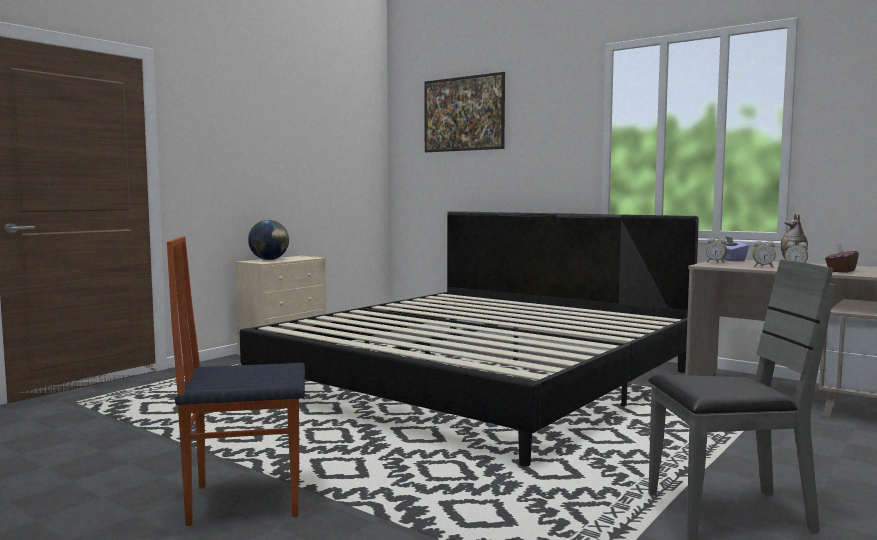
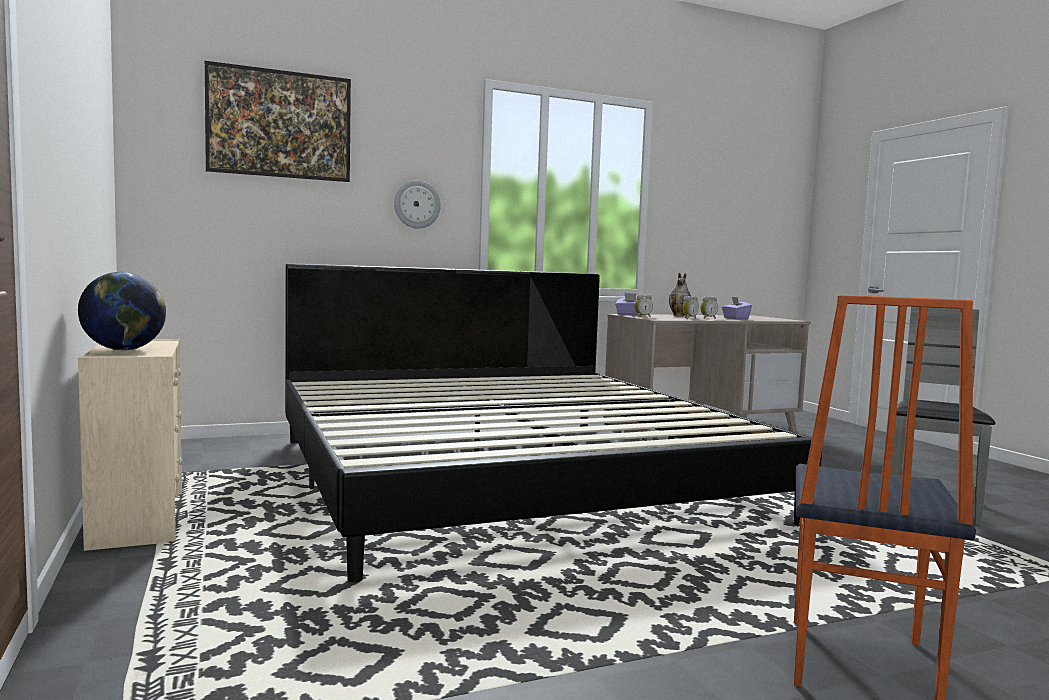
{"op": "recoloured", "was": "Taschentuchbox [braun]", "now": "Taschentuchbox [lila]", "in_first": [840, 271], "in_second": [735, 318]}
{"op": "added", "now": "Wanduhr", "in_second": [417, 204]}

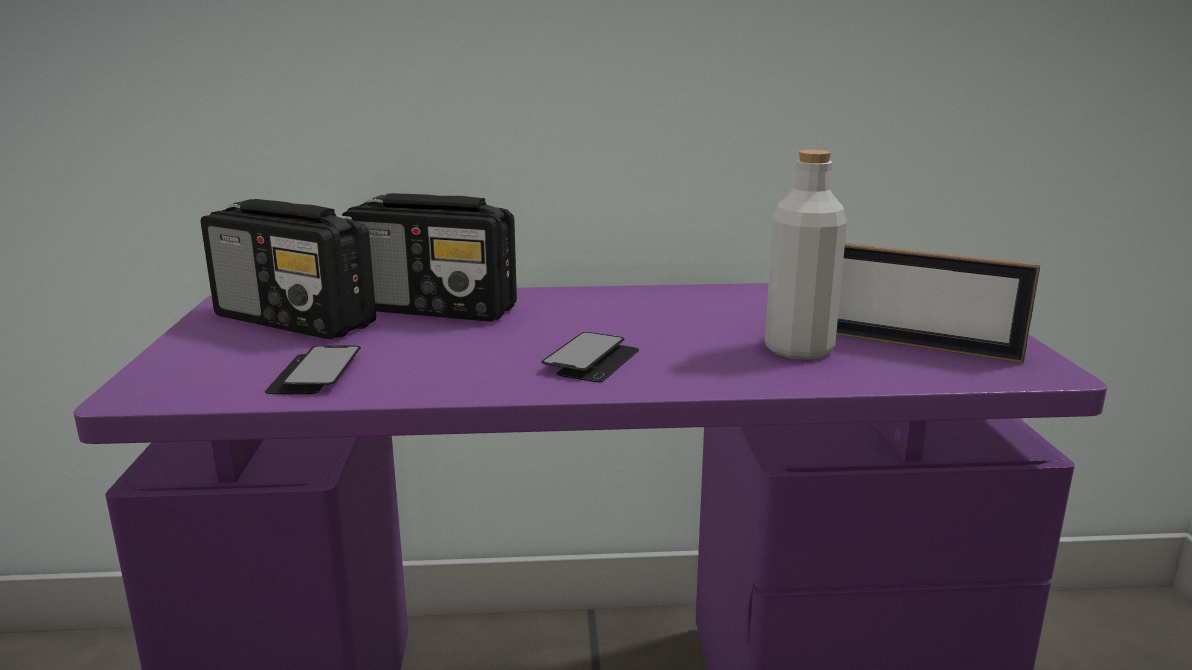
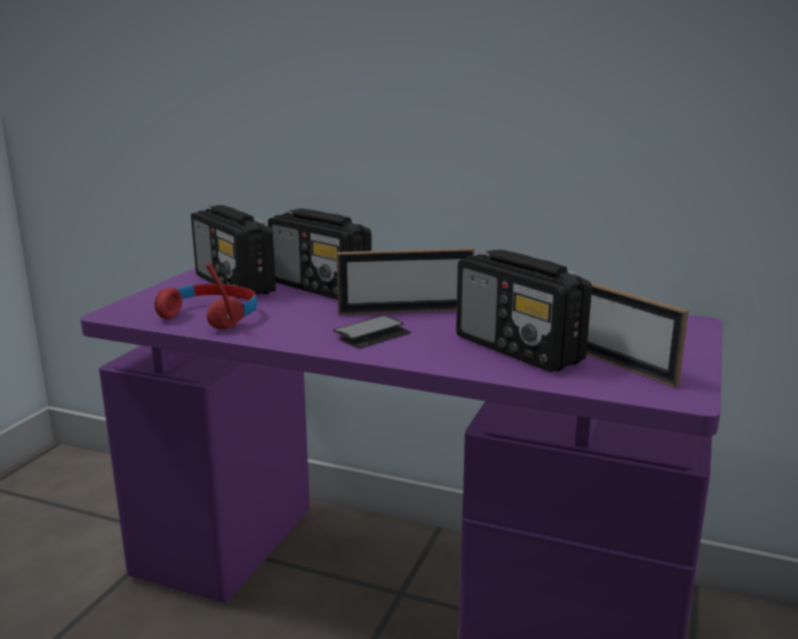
{"op": "replaced", "was": "Flasche [grau]", "now": "Radio", "in_first": [798, 349], "in_second": [519, 350]}
{"op": "replaced", "was": "Handy", "now": "Kopfhörer [rot]", "in_first": [315, 373], "in_second": [211, 316]}
{"op": "added", "now": "Bilderrahmen", "in_second": [405, 311]}

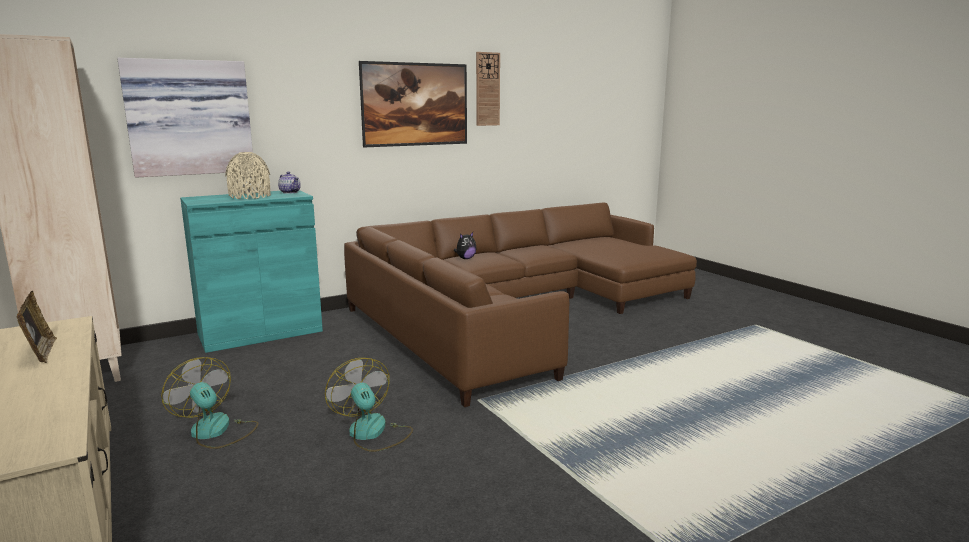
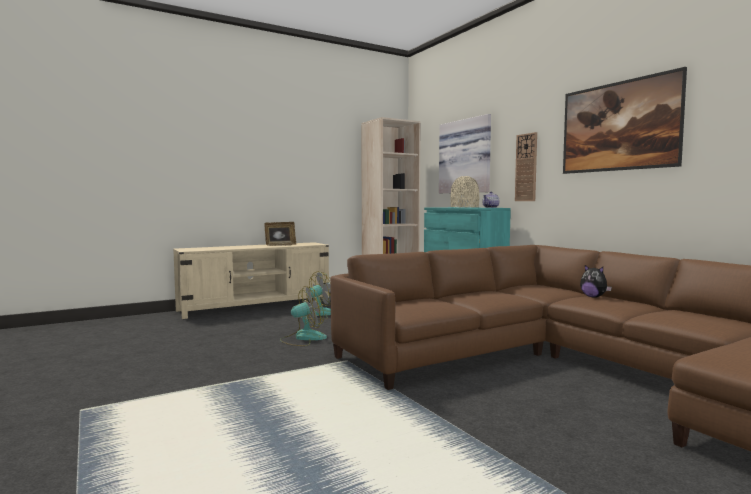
{"op": "moved", "was": "Wanduhr", "in_first": [487, 89], "in_second": [526, 167]}

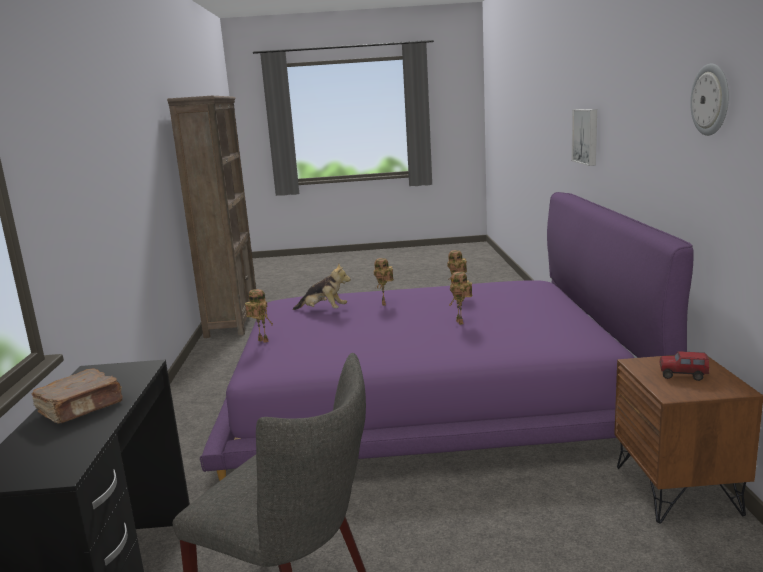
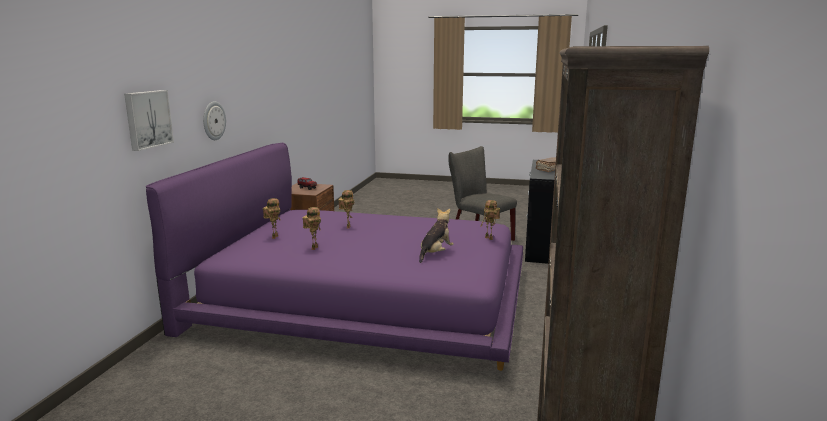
{"op": "moved", "was": "Wanduhr", "in_first": [711, 99], "in_second": [213, 120]}
{"op": "moved", "was": "Spielzeugroboter", "in_first": [385, 304], "in_second": [274, 237]}
{"op": "turned", "was": "Plüschtier", "in_first": [323, 310], "in_second": [435, 253], "clockwise": 90}

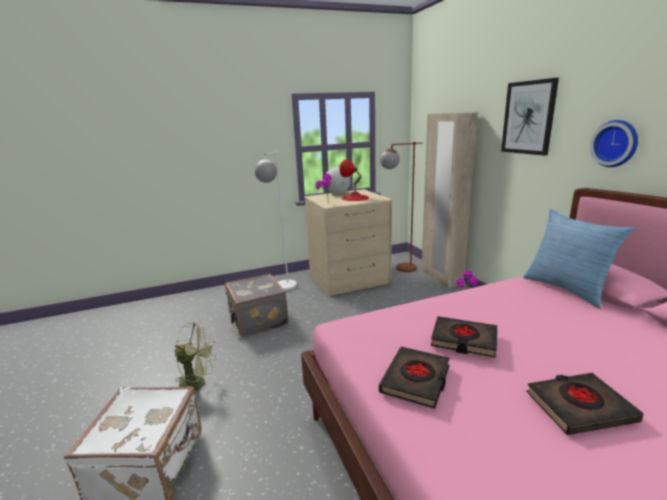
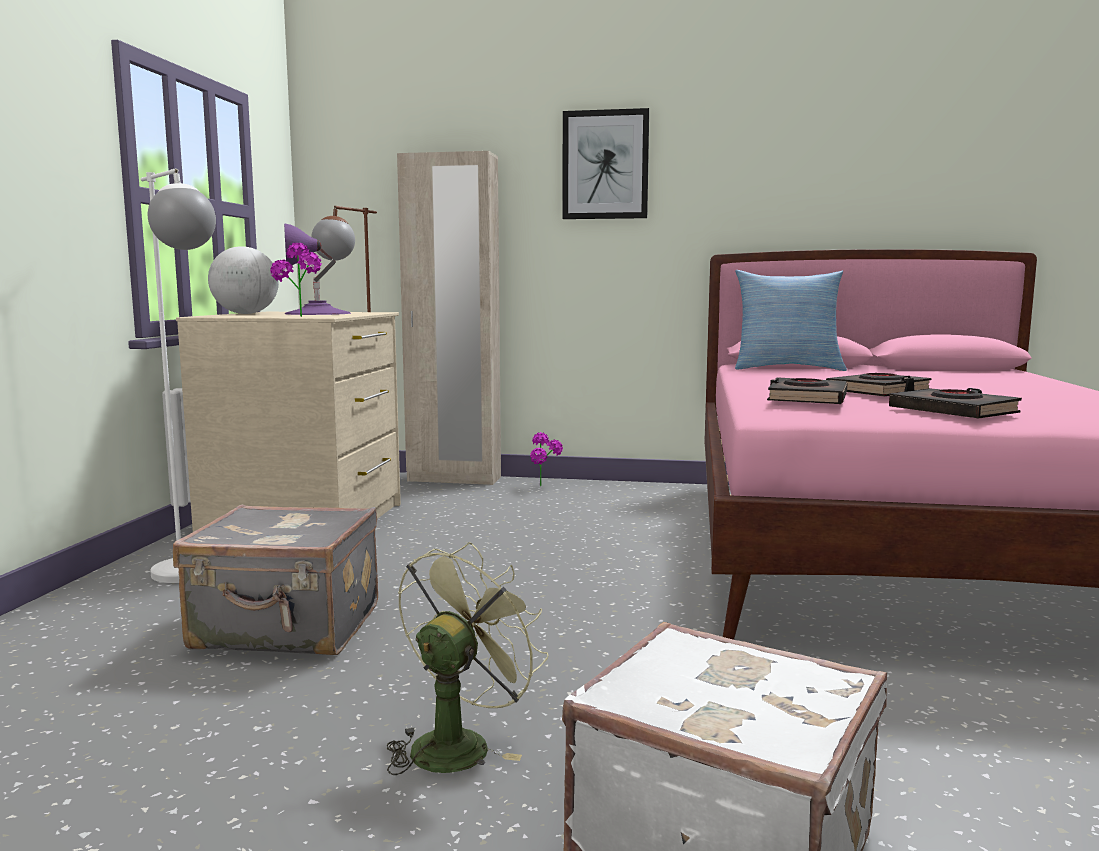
{"op": "removed", "was": "Wanduhr", "in_first": [616, 143]}
{"op": "recoloured", "was": "Tischlampe [rot]", "now": "Tischlampe [lila]", "in_first": [355, 198], "in_second": [317, 313]}
{"op": "moved", "was": "Buch [schwarz]", "in_first": [579, 407], "in_second": [807, 399]}

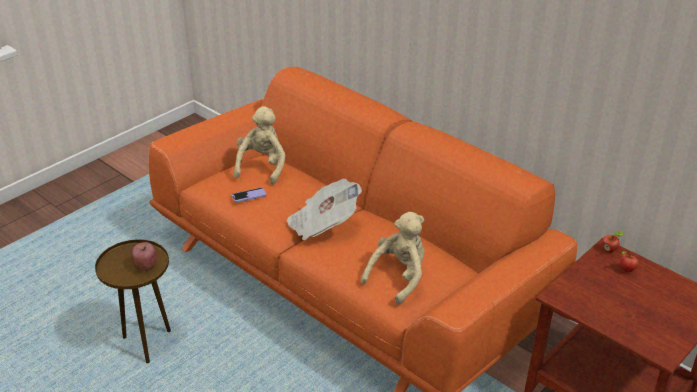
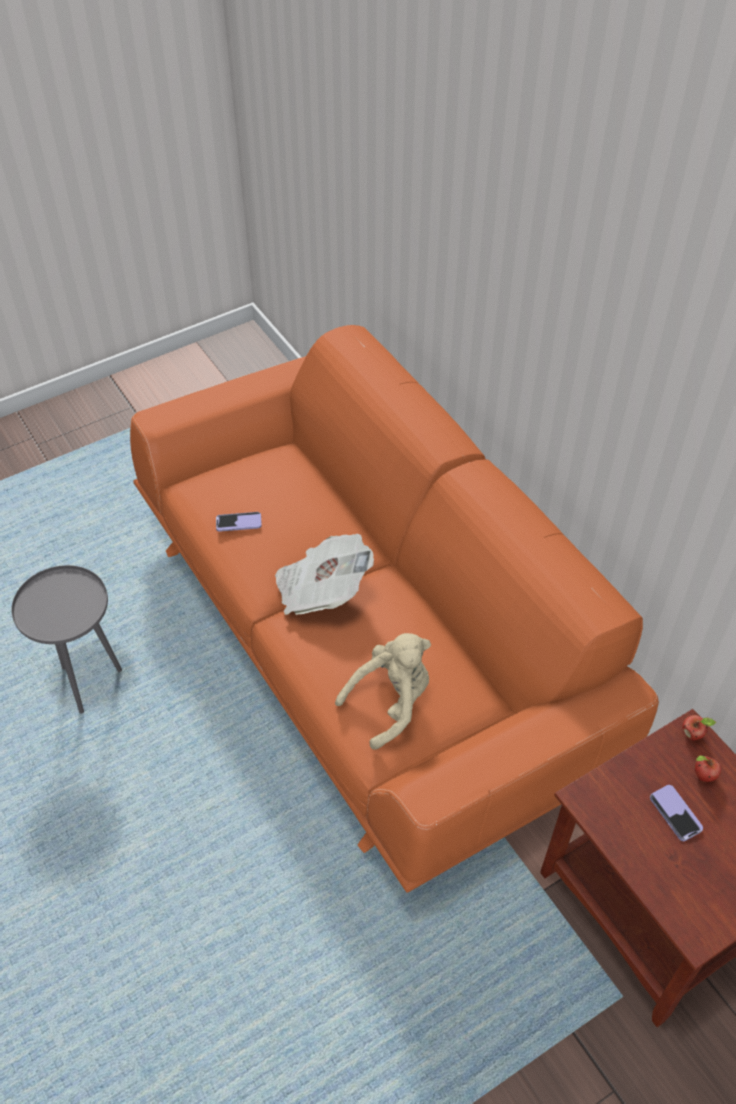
{"op": "removed", "was": "Plüschtier [beige]", "in_first": [262, 166]}
{"op": "recoloured", "was": "Beistelltisch [braun]", "now": "Beistelltisch [grau]", "in_first": [147, 344], "in_second": [89, 683]}
{"op": "removed", "was": "Apfel", "in_first": [145, 266]}
{"op": "added", "now": "Handy", "in_second": [675, 813]}

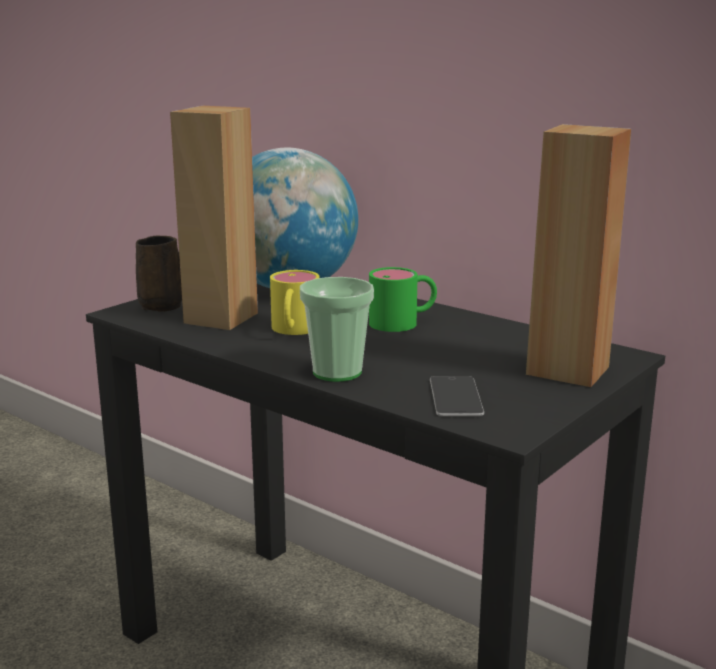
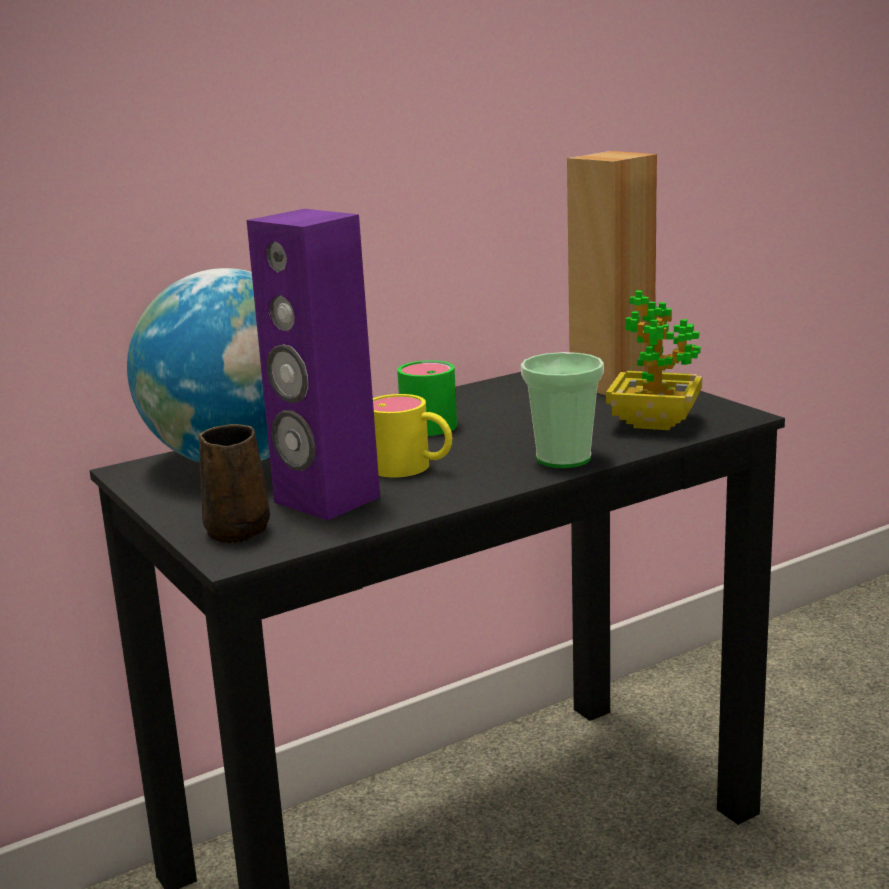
{"op": "recoloured", "was": "Lautsprecher [braun]", "now": "Lautsprecher [lila]", "in_first": [220, 318], "in_second": [326, 500]}
{"op": "replaced", "was": "Handy", "now": "Topfpflanze", "in_first": [455, 397], "in_second": [654, 423]}

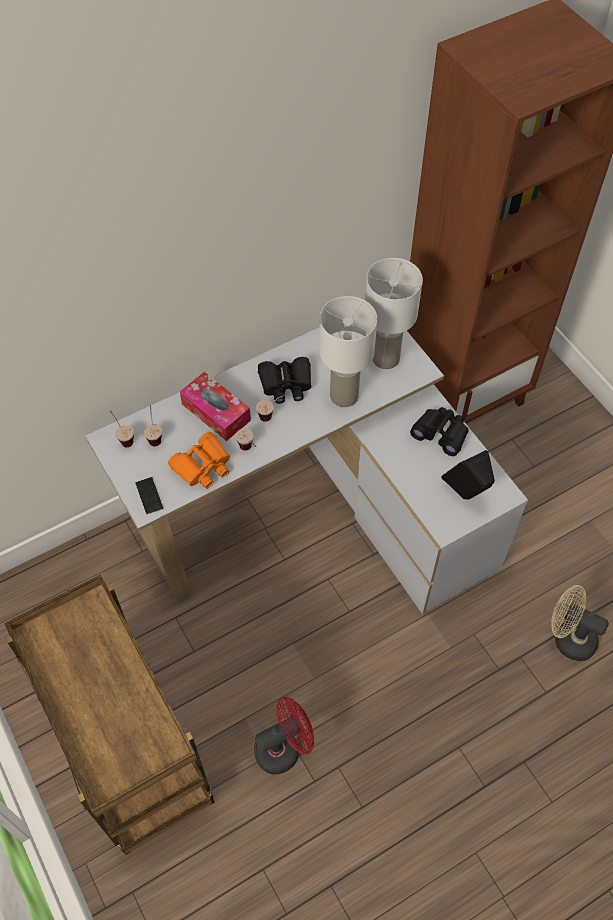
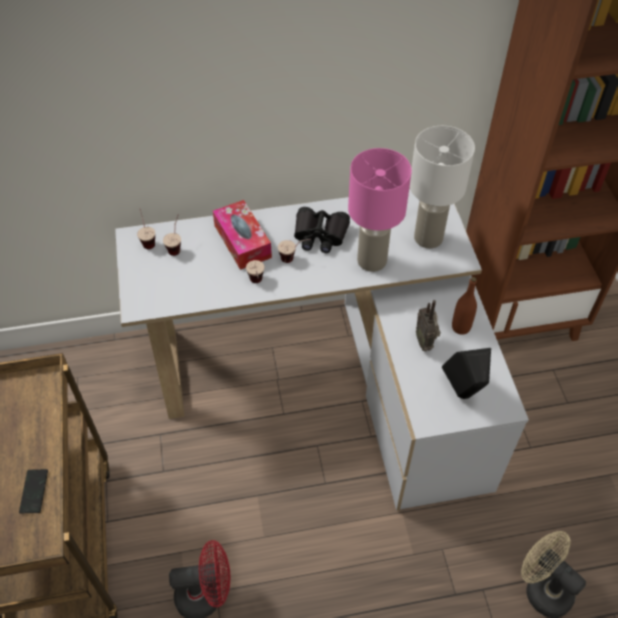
{"op": "recoloured", "was": "Tischlampe [weiß]", "now": "Tischlampe [rosa]", "in_first": [343, 396], "in_second": [371, 261]}
{"op": "replaced", "was": "Fernglas [schwarz]", "now": "Flasche [braun]", "in_first": [441, 434], "in_second": [461, 327]}
{"op": "removed", "was": "Fernglas [orange]", "in_first": [203, 466]}
{"op": "moved", "was": "Handy", "in_first": [149, 496], "in_second": [34, 491]}
{"op": "added", "now": "Radio", "in_second": [425, 342]}

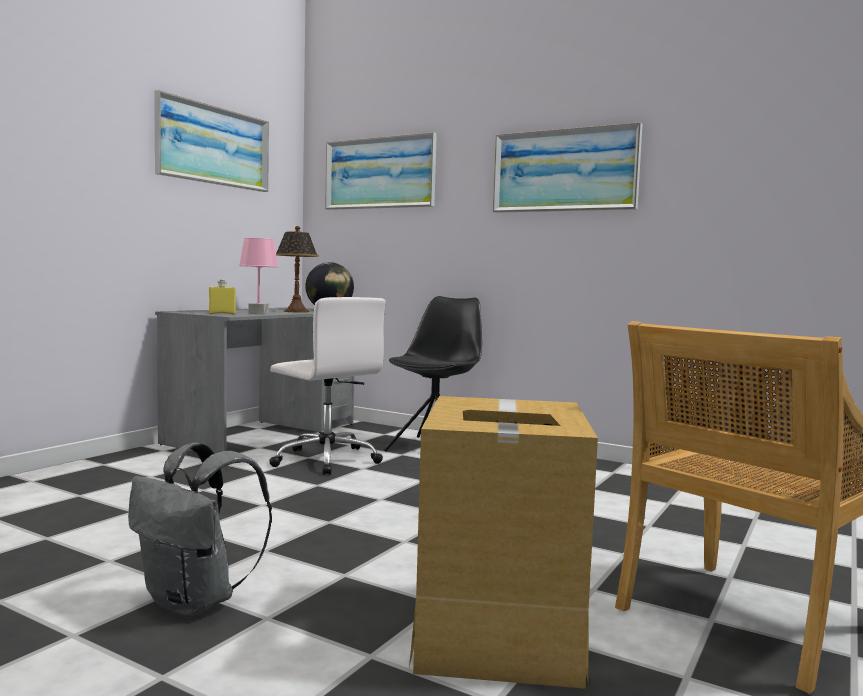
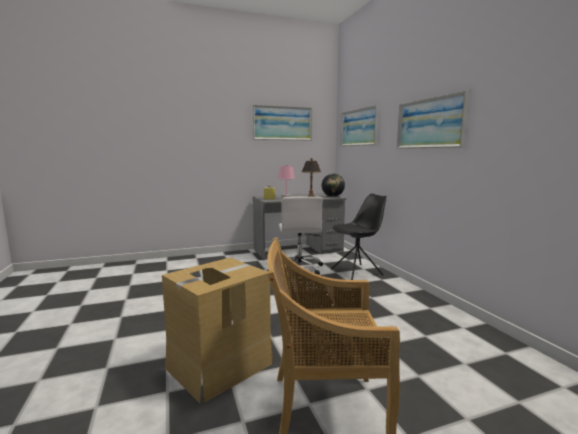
{"op": "removed", "was": "Rucksack [grau]", "in_first": [195, 602]}

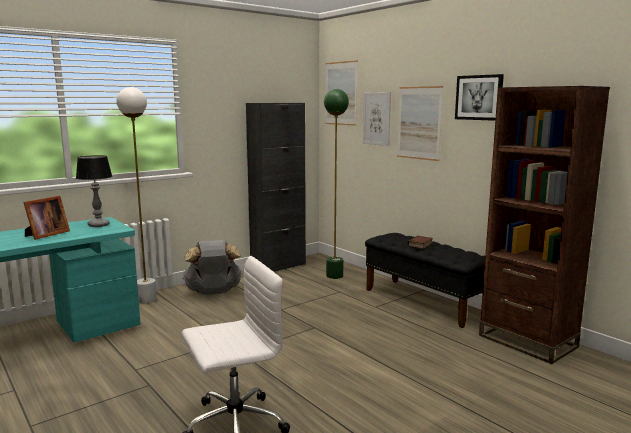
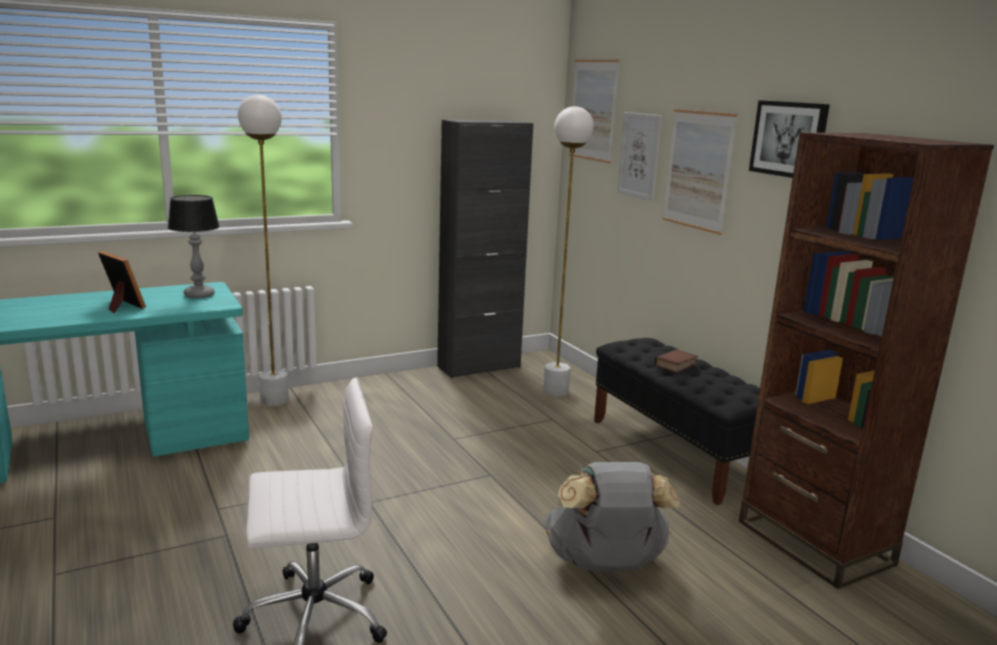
{"op": "recoloured", "was": "Stehlampe [grün]", "now": "Stehlampe [weiß]", "in_first": [334, 276], "in_second": [556, 392]}
{"op": "turned", "was": "Bilderrahmen", "in_first": [45, 235], "in_second": [121, 305], "clockwise": -90}
{"op": "moved", "was": "Rucksack [grau]", "in_first": [213, 293], "in_second": [605, 564]}

